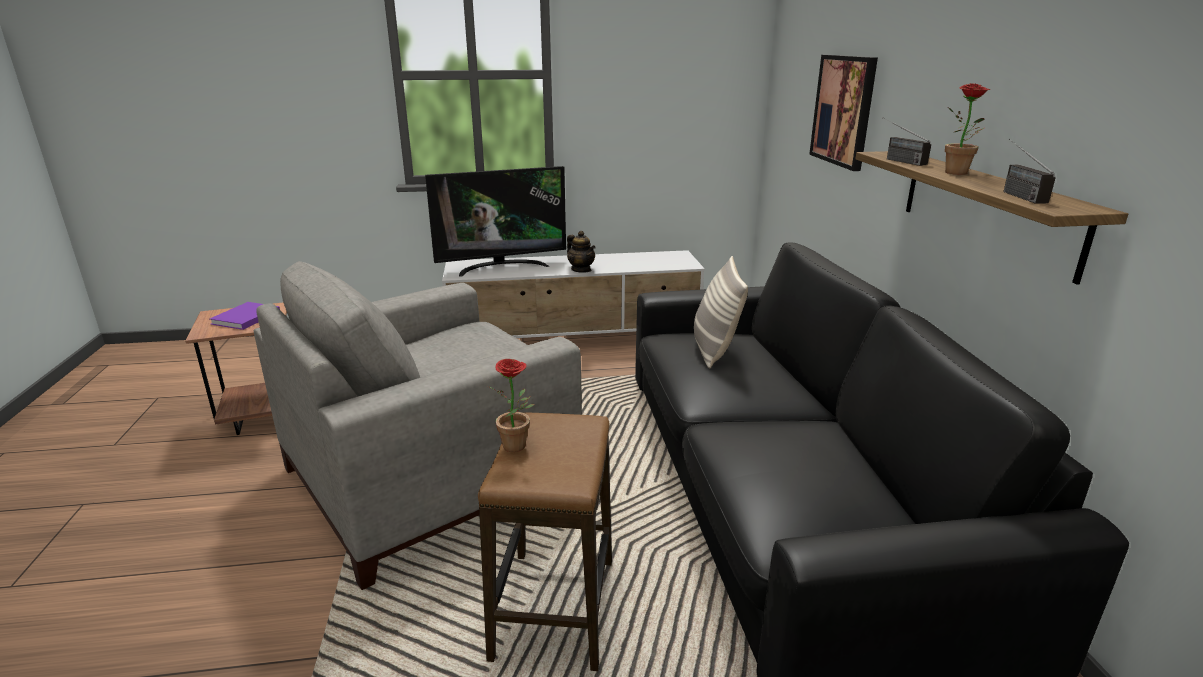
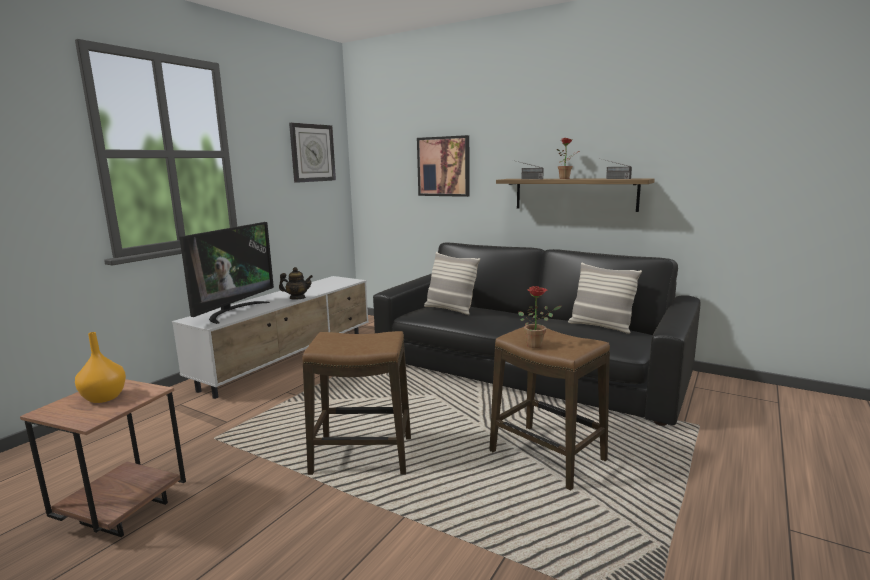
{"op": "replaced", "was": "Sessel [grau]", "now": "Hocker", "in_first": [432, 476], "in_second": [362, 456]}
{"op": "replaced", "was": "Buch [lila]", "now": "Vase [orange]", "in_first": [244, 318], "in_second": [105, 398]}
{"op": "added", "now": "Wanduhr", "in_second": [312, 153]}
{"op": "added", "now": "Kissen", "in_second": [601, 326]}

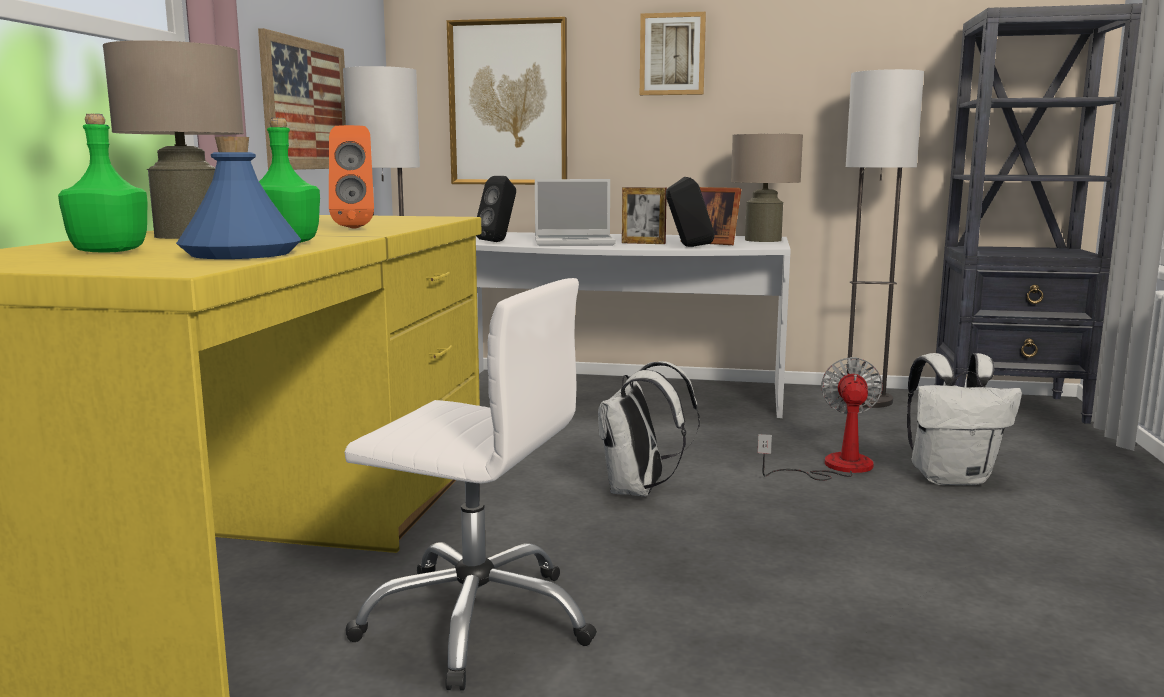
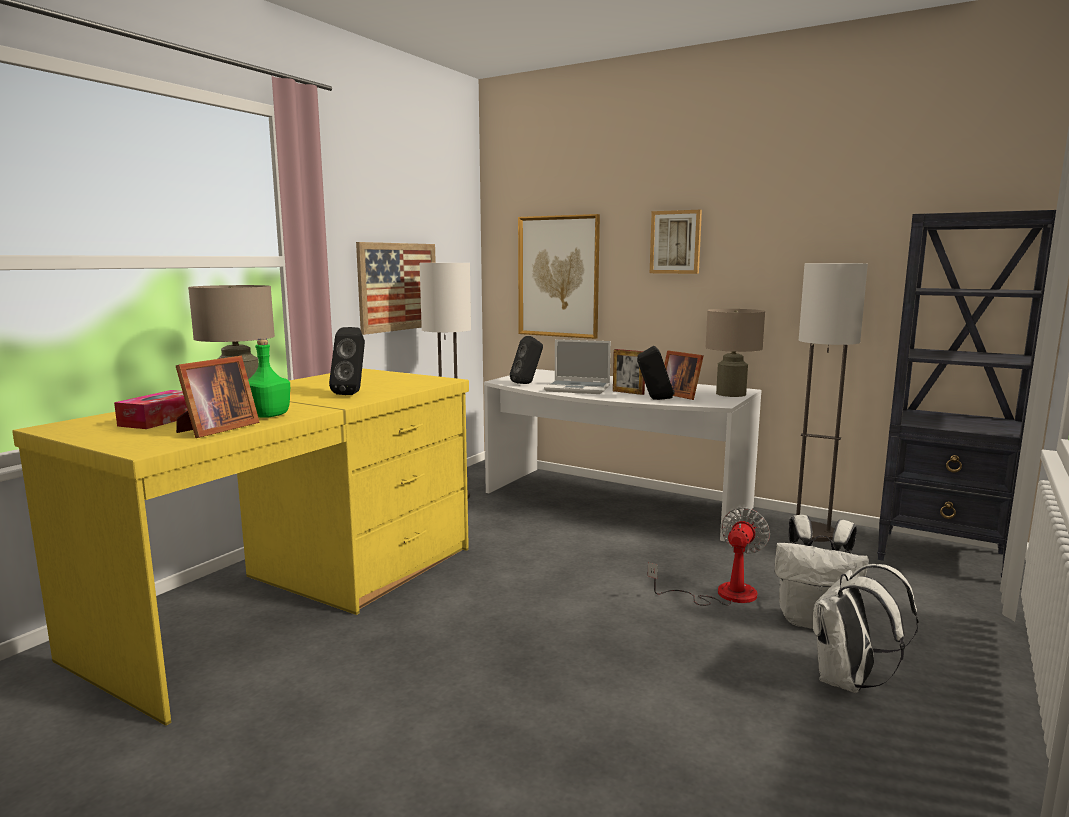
{"op": "replaced", "was": "Flasche [grün]", "now": "Taschentuchbox", "in_first": [110, 251], "in_second": [160, 420]}
{"op": "recoloured", "was": "Lautsprecher [orange]", "now": "Lautsprecher [schwarz]", "in_first": [355, 228], "in_second": [352, 394]}
{"op": "replaced", "was": "Flasche [blau]", "now": "Bilderrahmen", "in_first": [240, 254], "in_second": [215, 429]}
{"op": "removed", "was": "Bürostuhl [weiß]", "in_first": [477, 620]}
{"op": "moved", "was": "Rucksack [weiß]", "in_first": [639, 491], "in_second": [849, 682]}

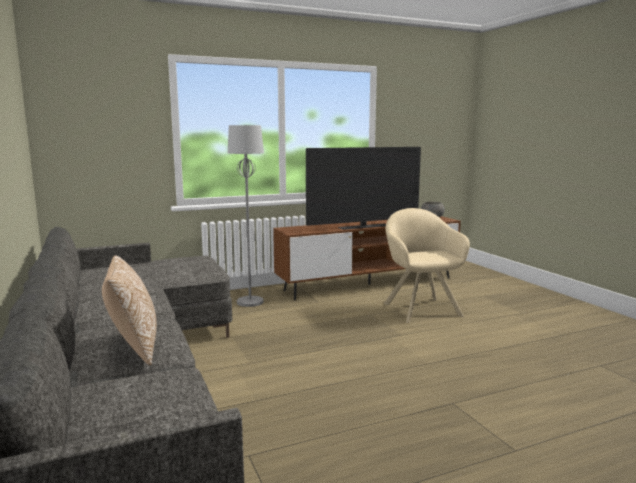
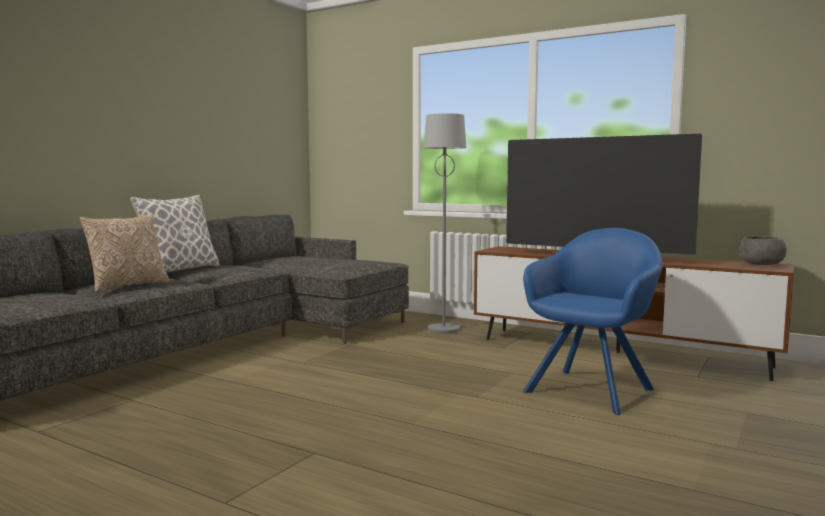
{"op": "recoloured", "was": "Sessel [beige]", "now": "Sessel [blau]", "in_first": [420, 308], "in_second": [592, 388]}
{"op": "added", "now": "Kissen", "in_second": [179, 271]}

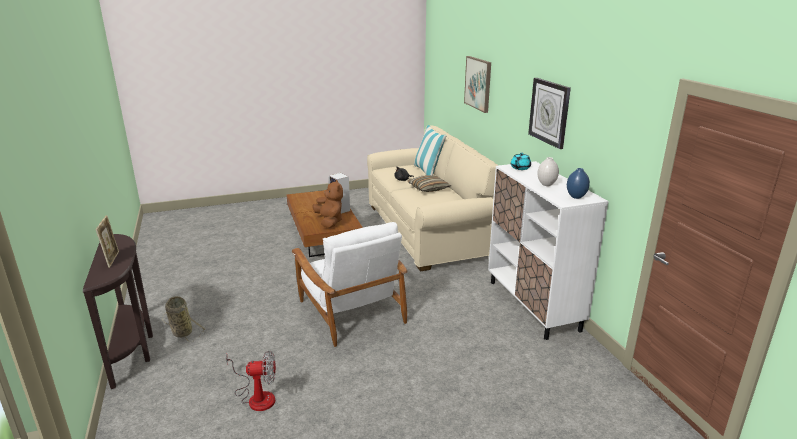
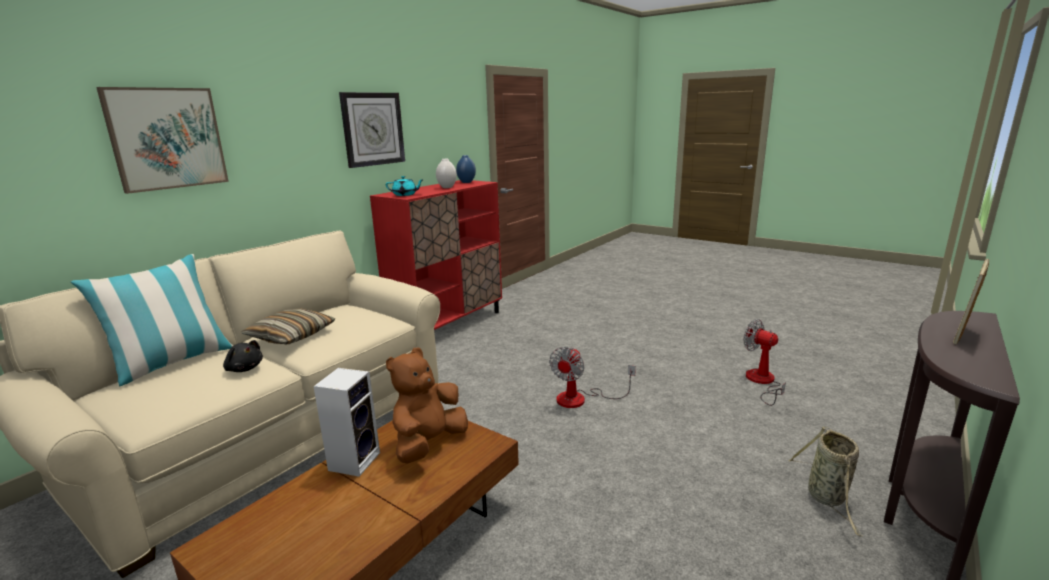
{"op": "recoloured", "was": "Schrank [weiß]", "now": "Schrank [rot]", "in_first": [533, 305], "in_second": [448, 325]}
{"op": "replaced", "was": "Sessel [weiß]", "now": "Ventilator", "in_first": [350, 311], "in_second": [581, 399]}

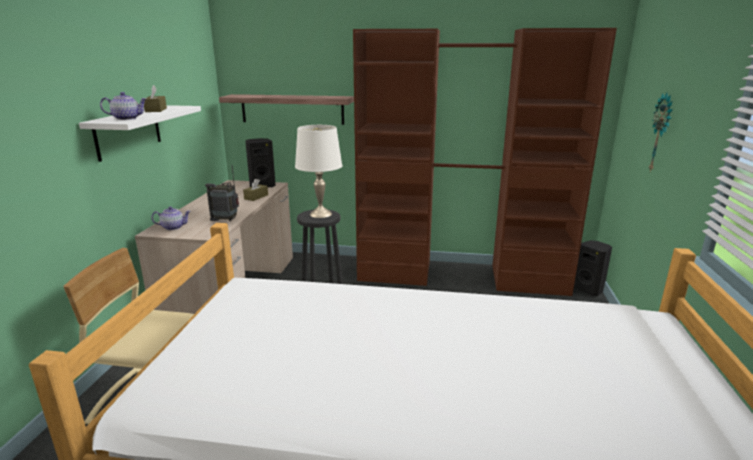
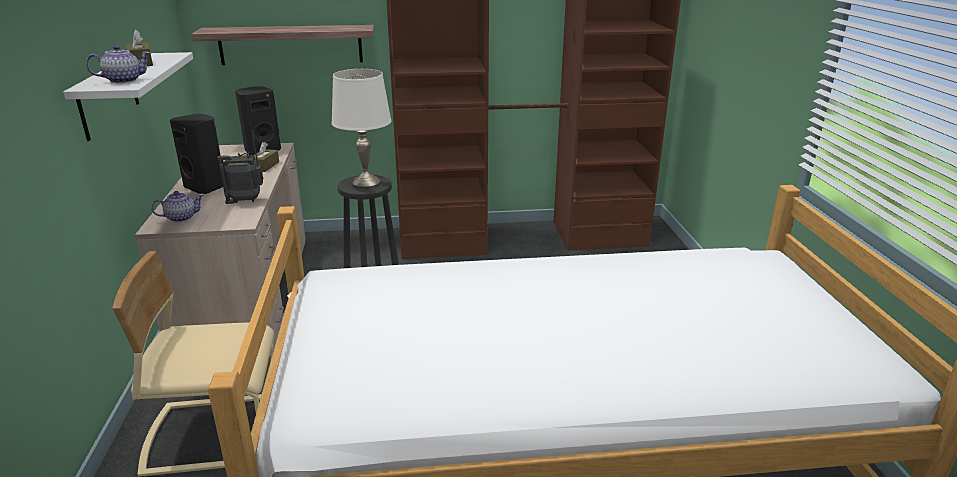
{"op": "removed", "was": "Wanduhr", "in_first": [662, 133]}
{"op": "moved", "was": "Lautsprecher [schwarz]", "in_first": [589, 290], "in_second": [206, 187]}

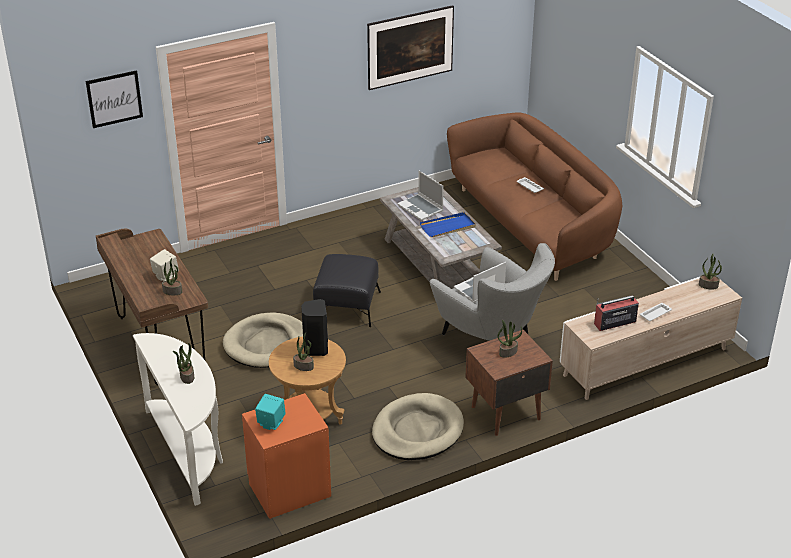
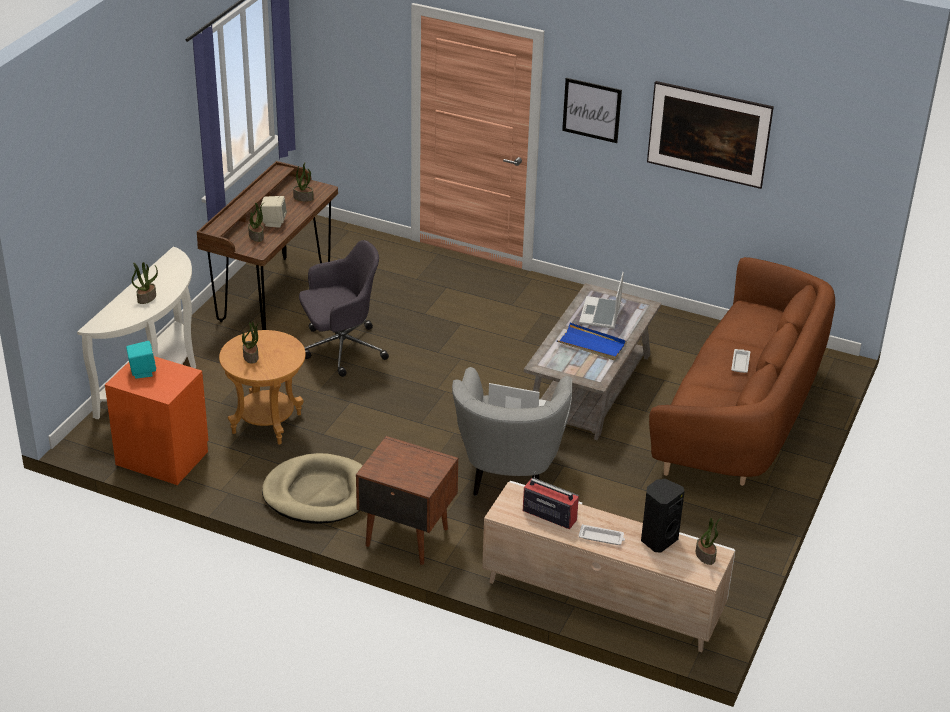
{"op": "moved", "was": "Bild", "in_first": [114, 99], "in_second": [592, 110]}
{"op": "removed", "was": "Polsterhocker [schwarz]", "in_first": [347, 306]}
{"op": "moved", "was": "Lautsprecher [schwarz]", "in_first": [315, 348], "in_second": [658, 539]}
{"op": "replaced", "was": "Hundebett [beige]", "now": "Bürostuhl [grau]", "in_first": [267, 344], "in_second": [341, 349]}
{"op": "moved", "was": "Topfpflanze", "in_first": [508, 352], "in_second": [303, 197]}

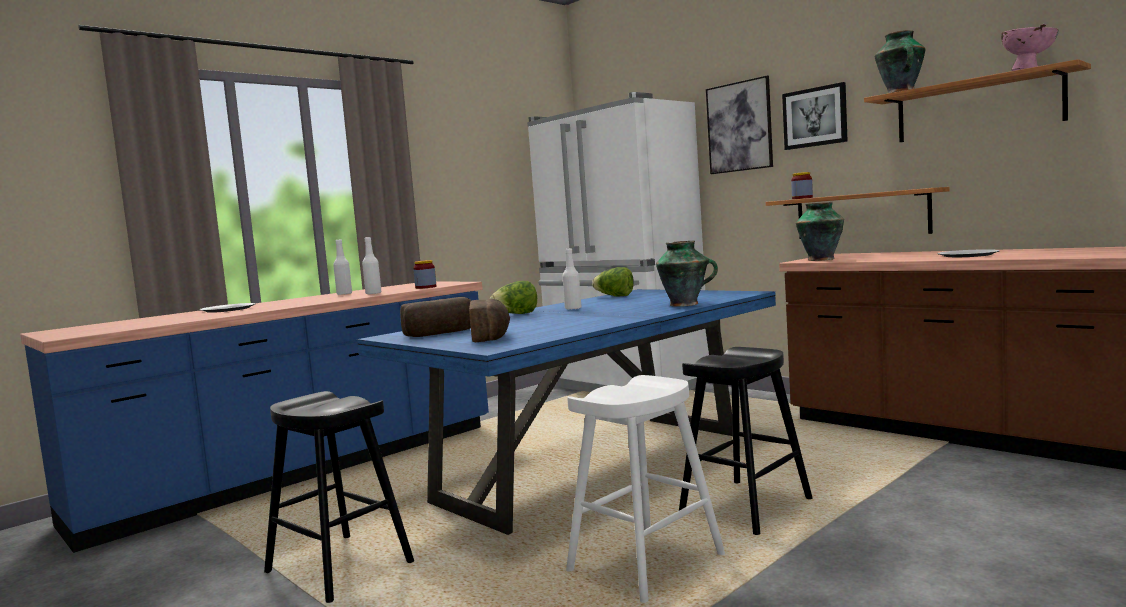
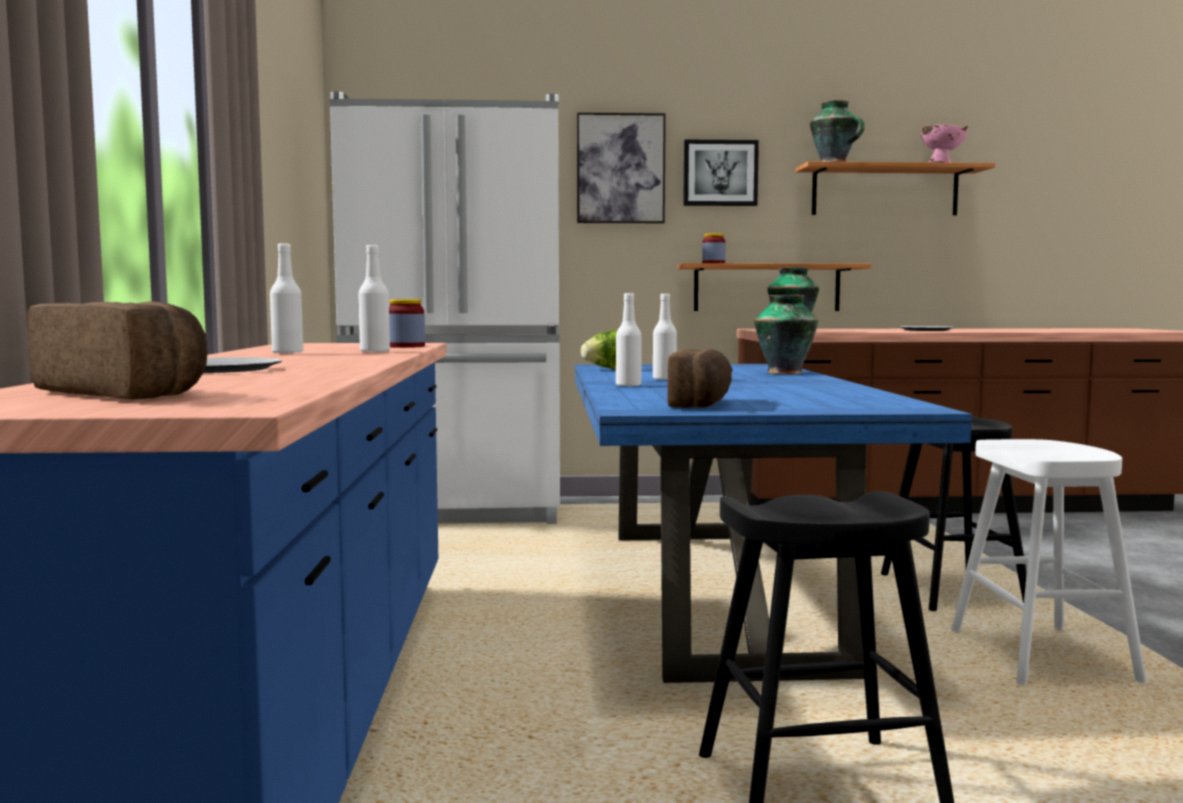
{"op": "replaced", "was": "Salatkopf", "now": "Flasche [weiß]", "in_first": [516, 314], "in_second": [628, 385]}
{"op": "moved", "was": "Brot", "in_first": [491, 336], "in_second": [127, 393]}

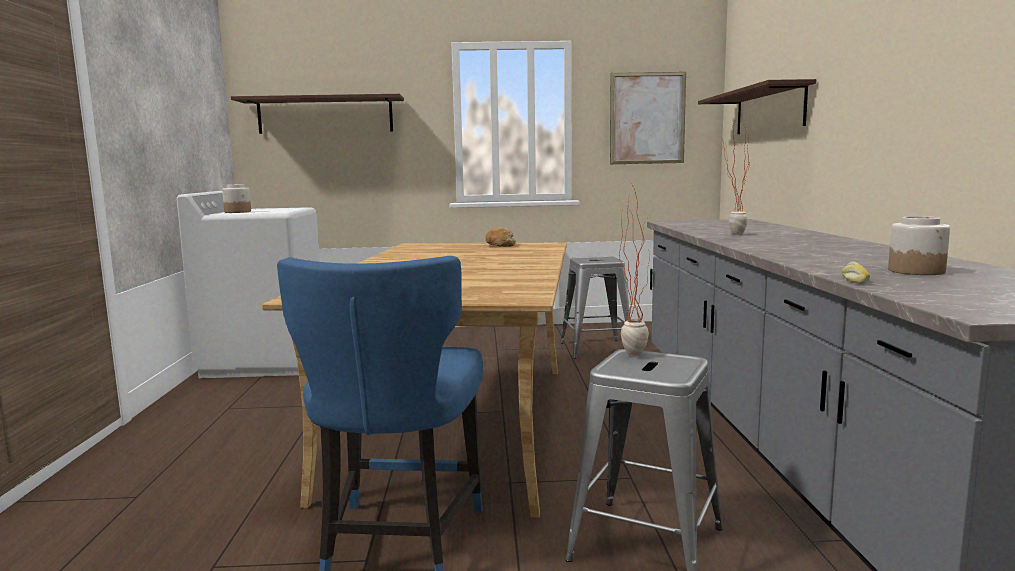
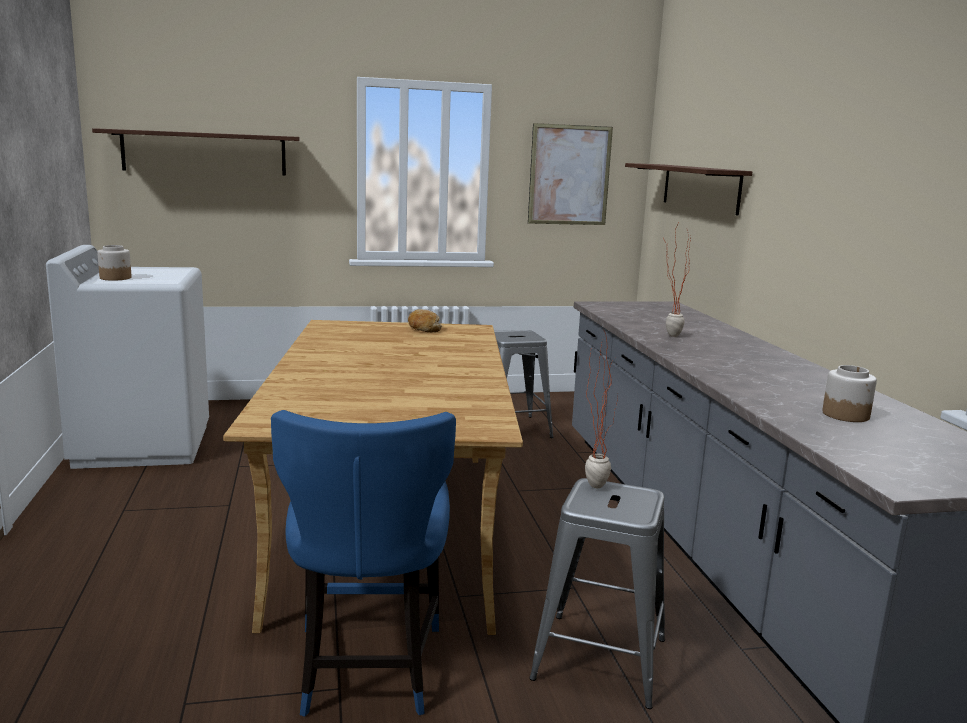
{"op": "removed", "was": "Brot", "in_first": [853, 280]}

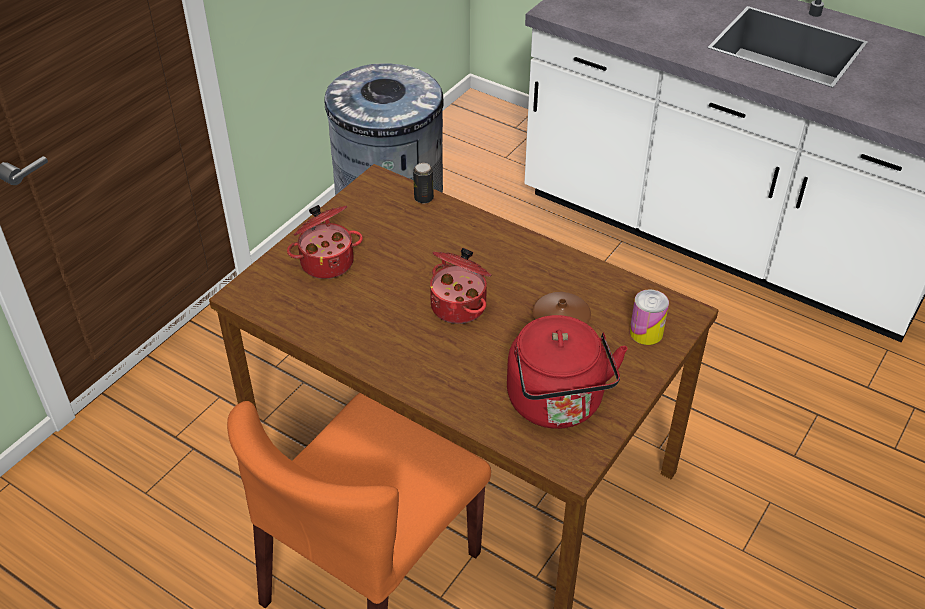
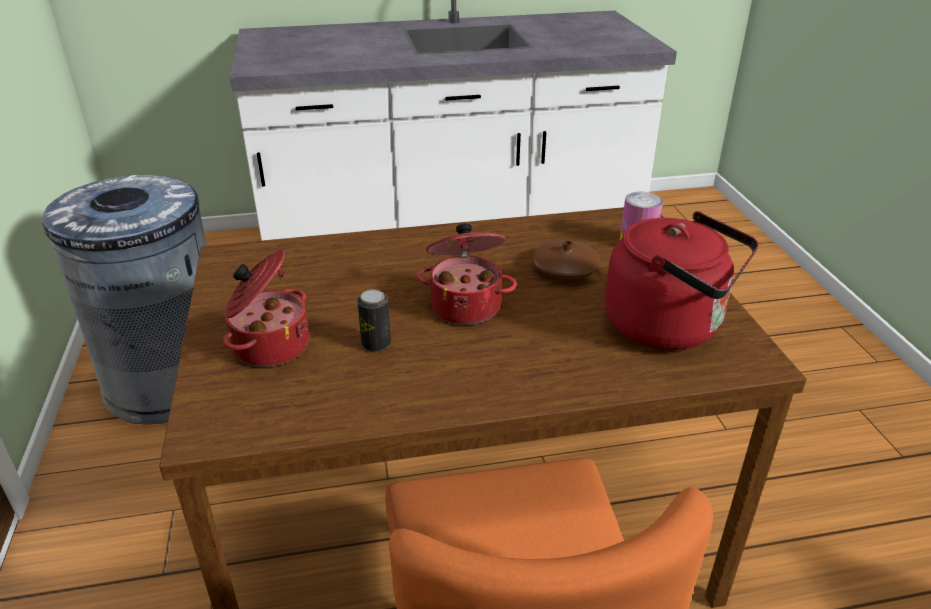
{"op": "moved", "was": "Dose", "in_first": [424, 198], "in_second": [376, 344]}

